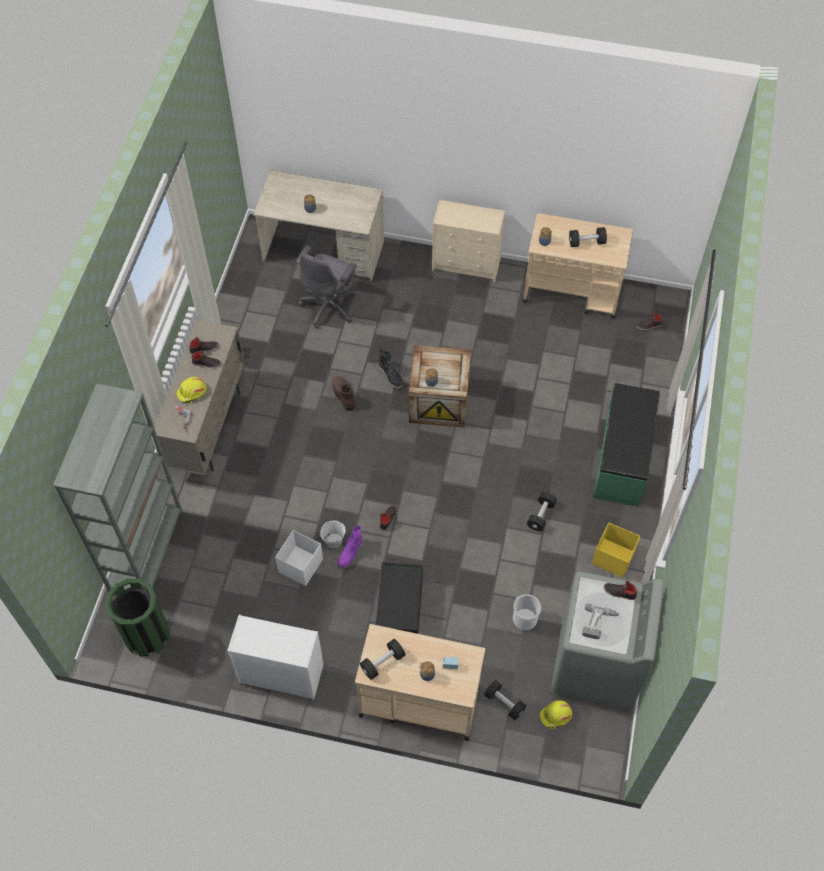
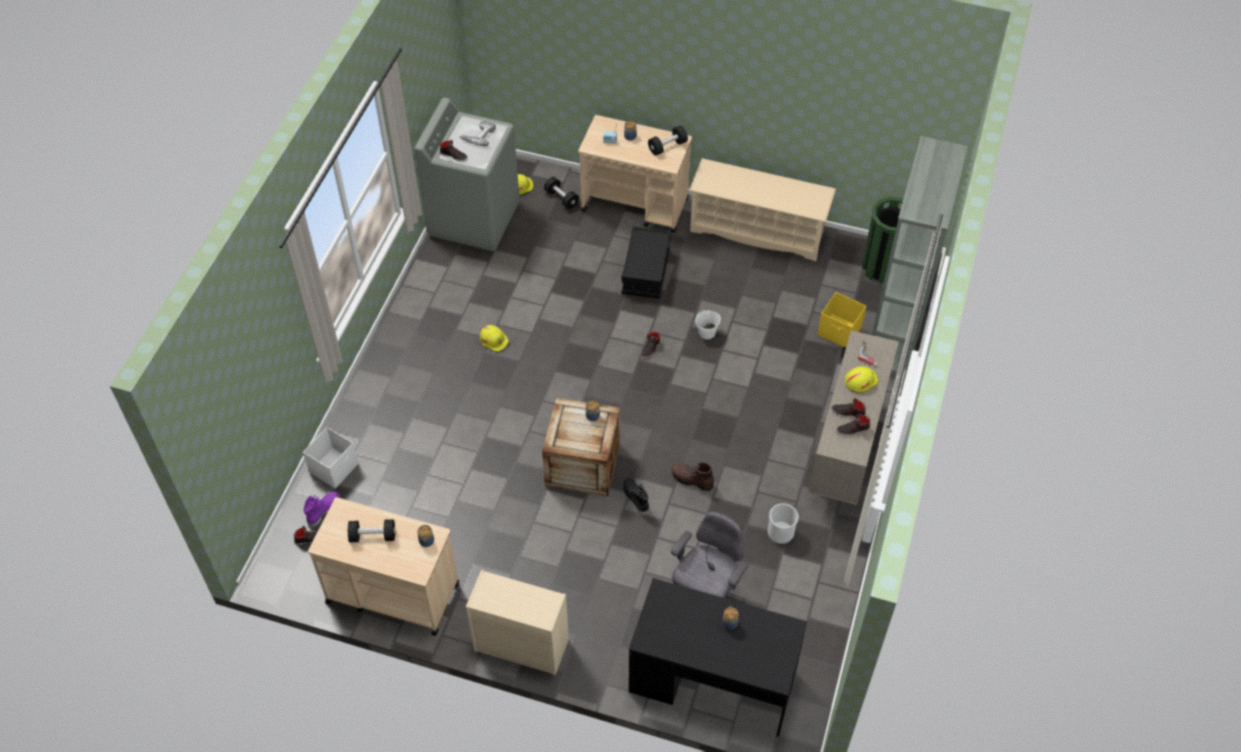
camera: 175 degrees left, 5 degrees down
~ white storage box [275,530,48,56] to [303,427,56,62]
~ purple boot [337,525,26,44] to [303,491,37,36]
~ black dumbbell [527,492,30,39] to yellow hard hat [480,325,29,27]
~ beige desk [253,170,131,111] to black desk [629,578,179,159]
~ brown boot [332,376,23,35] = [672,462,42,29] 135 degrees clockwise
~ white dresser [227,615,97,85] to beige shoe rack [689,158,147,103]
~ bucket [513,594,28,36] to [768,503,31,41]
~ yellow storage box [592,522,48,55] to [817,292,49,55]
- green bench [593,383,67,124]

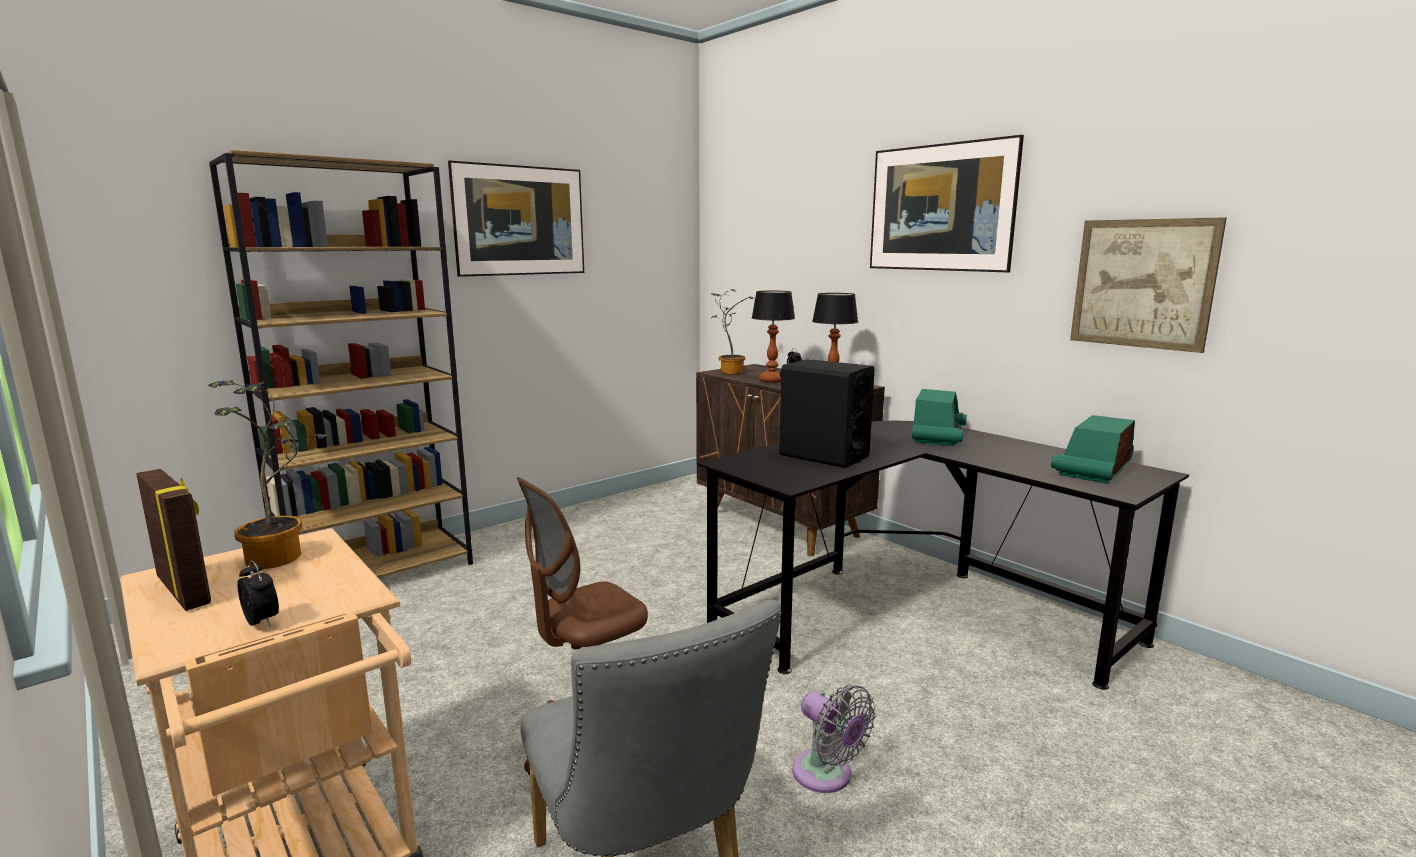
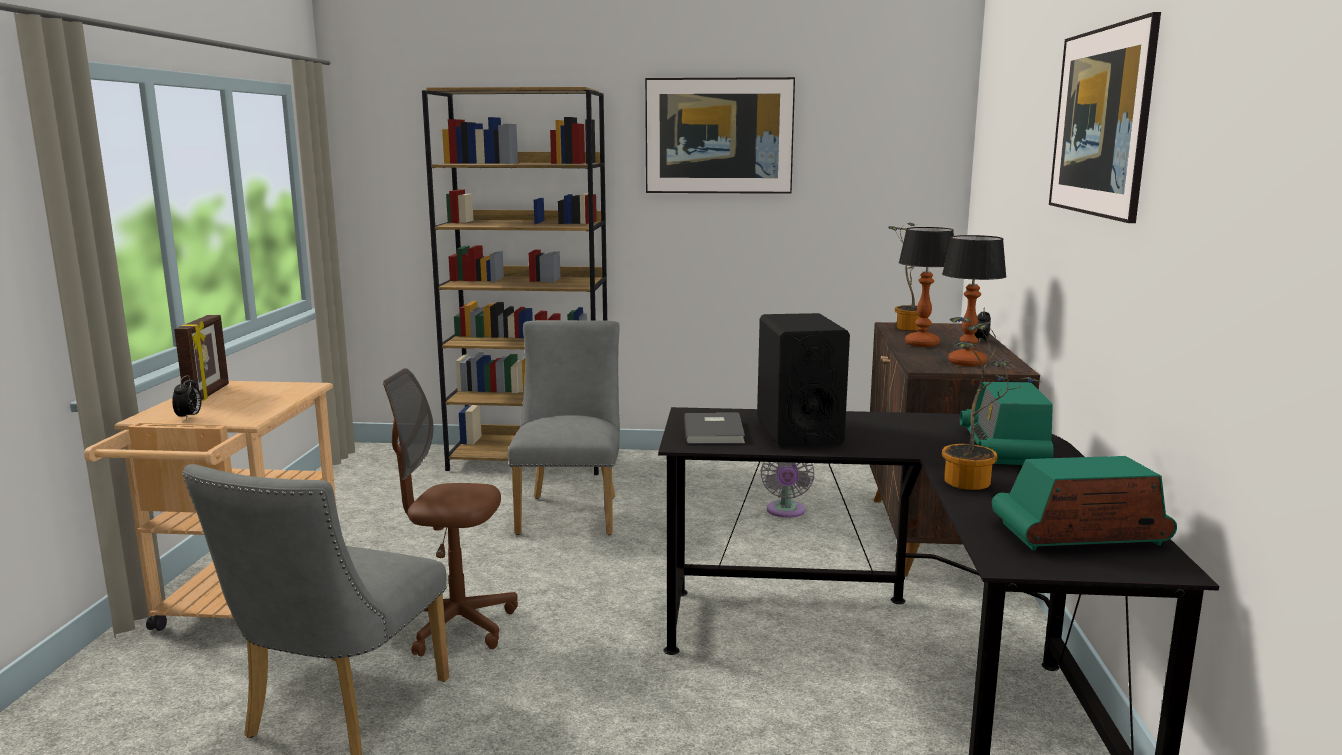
camera: 45 degrees right, 0 degrees up
+ grey chair [508,320,112,215]
+ grey book [684,413,61,31]
~ grey fan [792,685,84,108] to [761,462,53,56]
~ potted plant [208,380,125,189] to [942,317,99,173]
~ radio [912,389,55,57] = [960,382,94,83] 120 degrees clockwise
- picture [1070,217,157,136]

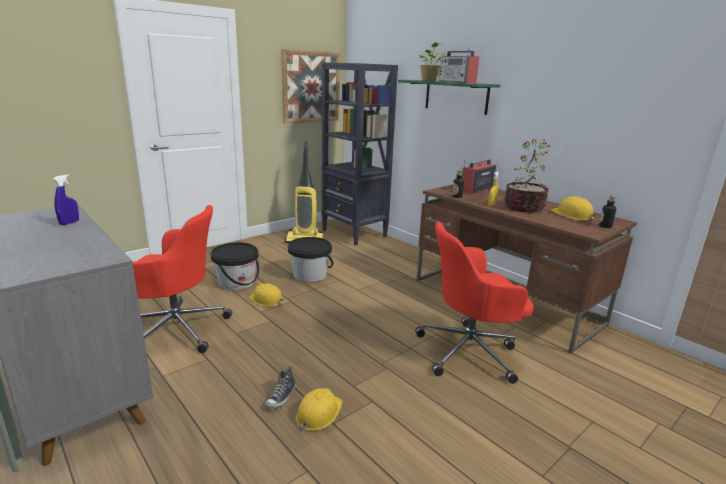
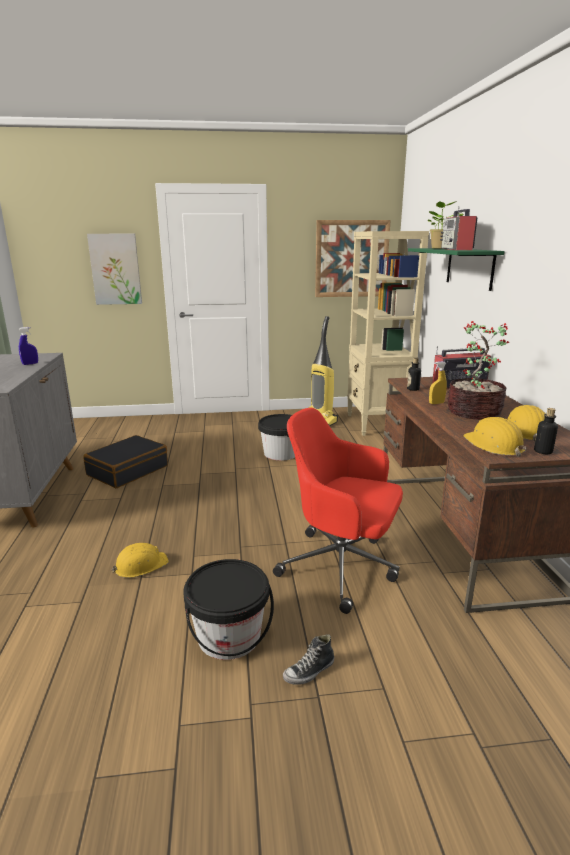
camera: 35 degrees right, 0 degrees up
~ red office chair [132,205,100,148] to black suitcase [83,435,85,53]
+ picture [87,234,55,71]
~ black bucket [211,242,48,48] to [183,559,91,101]
~ shoe [265,366,31,43] to [283,634,51,51]
~ black bookcase [321,62,77,184] to beige bookcase [347,231,82,205]
~ yellow hard hat [248,283,36,24] to [463,417,63,40]

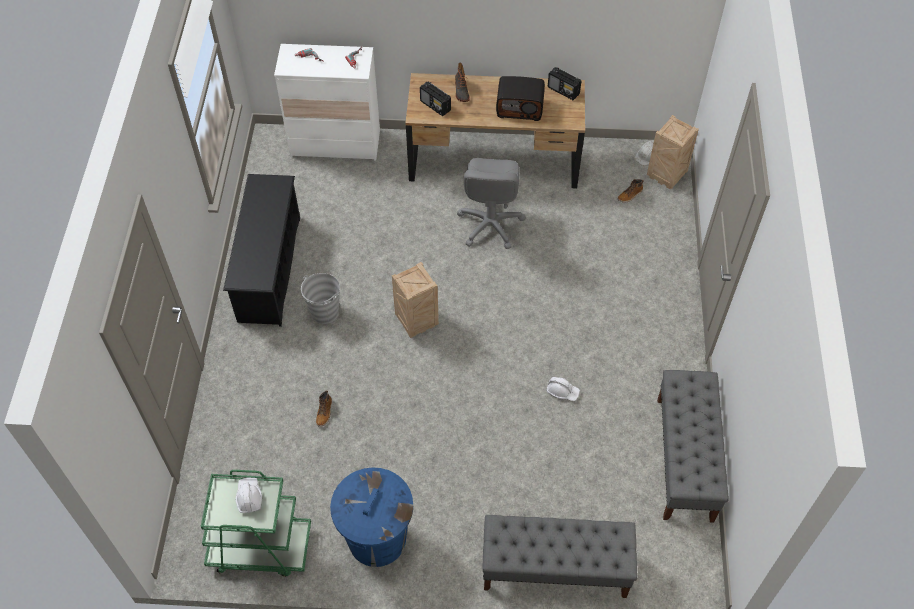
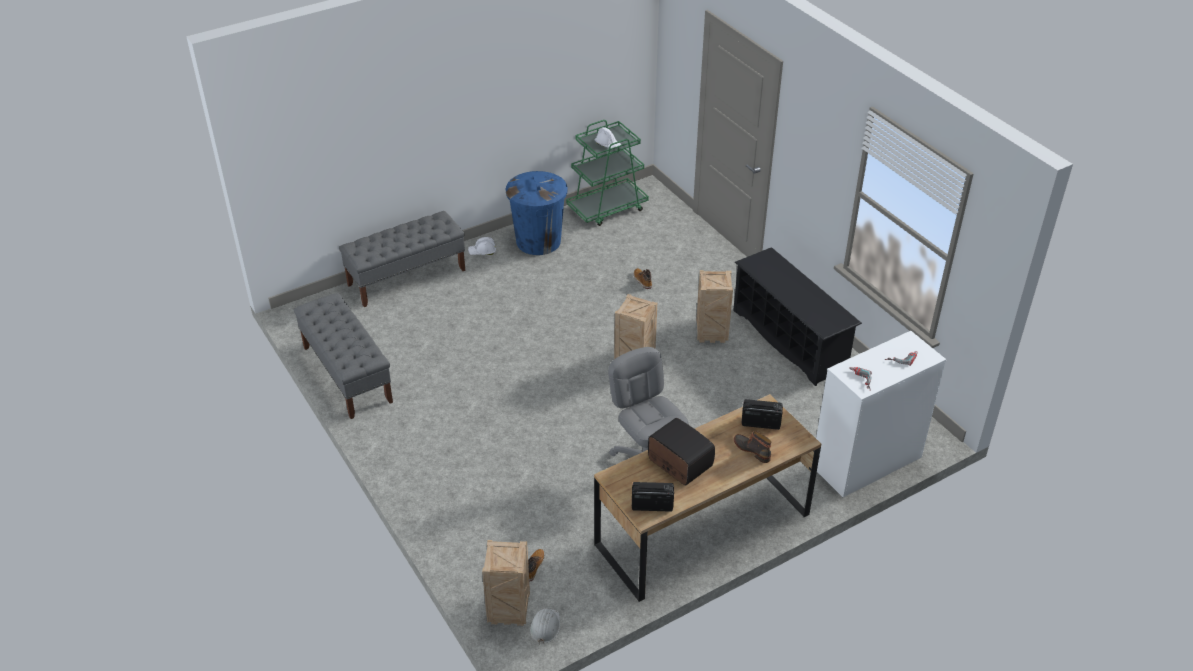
camera: 145 degrees right, 15 degrees down
~ white hard hat [546,377,34,24] to [468,237,28,18]
~ radio [496,76,49,45] = [648,418,67,67] 75 degrees clockwise
~ grey bucket [301,273,39,51] to crate [696,270,37,73]

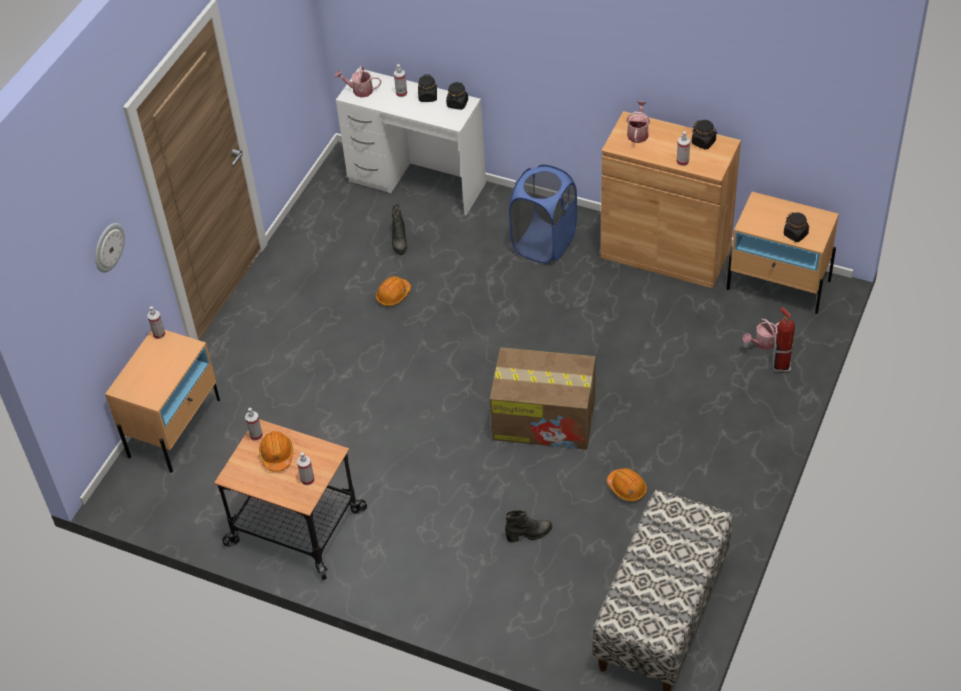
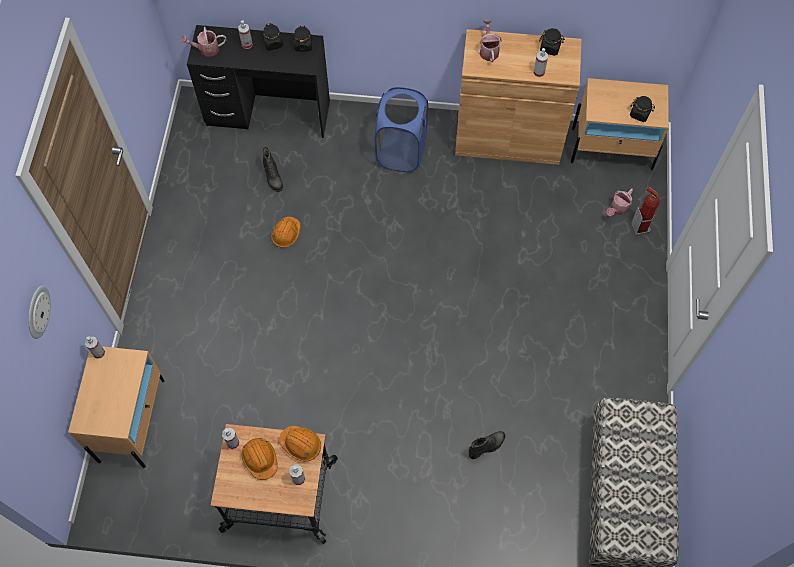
camera: 20 degrees left, 15 degrees up
~ white desk [336,68,150,147] to black desk [187,25,143,113]
~ orange hard hat [607,468,40,34] to [279,426,42,35]
- cardboard box [489,347,107,103]

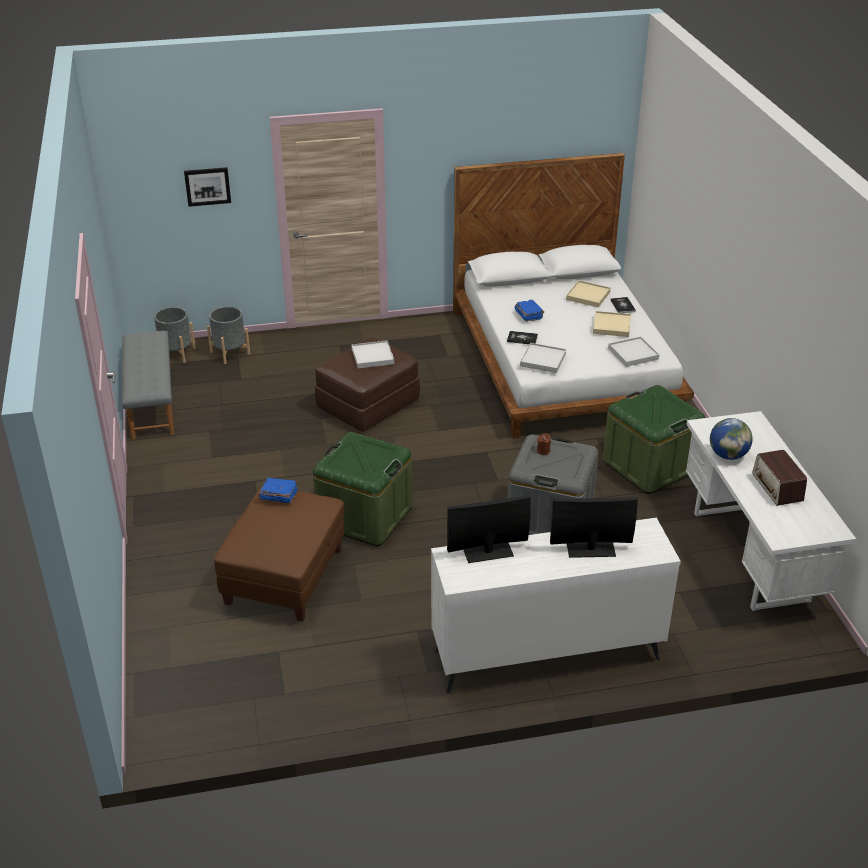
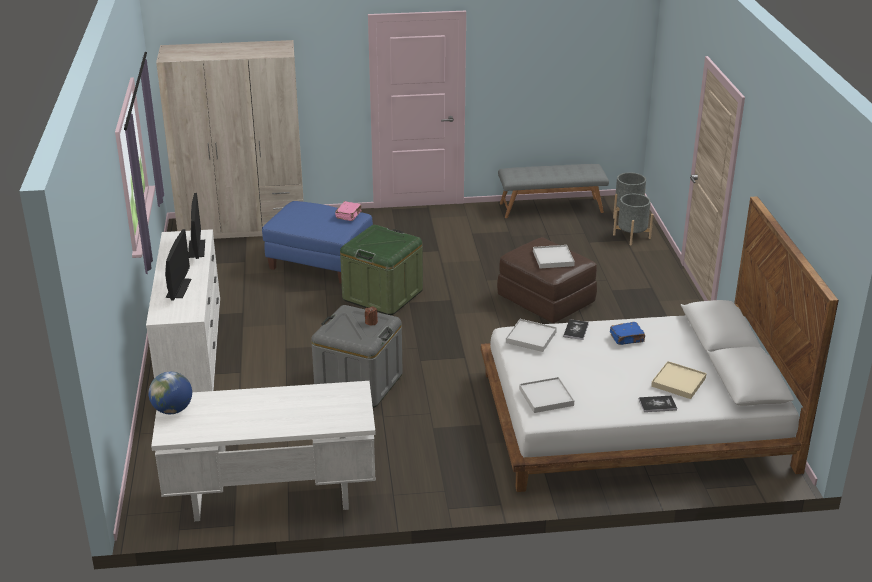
camera: 95 degrees right, 5 degrees down
~ globe [710,418,43,42] to [148,372,44,42]
+ beige wardrobe [156,40,148,199]
~ brown ottoman [214,486,131,136] to blue ottoman [262,201,111,83]
~ blue book [259,477,39,26] to pink book [335,201,27,20]
- picture [184,167,47,40]
- beige tray [593,311,38,26]
- green storage box [603,385,102,109]
- radio [753,450,54,56]

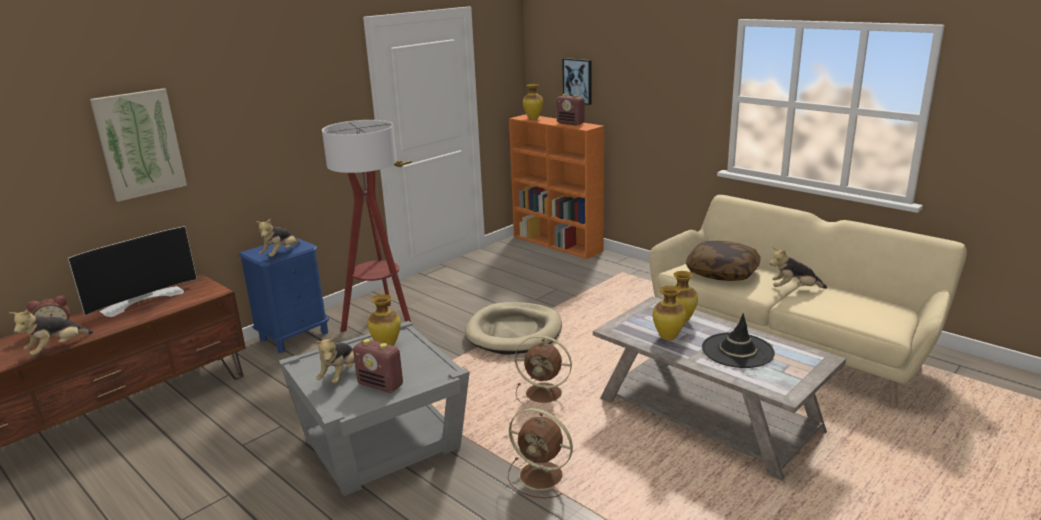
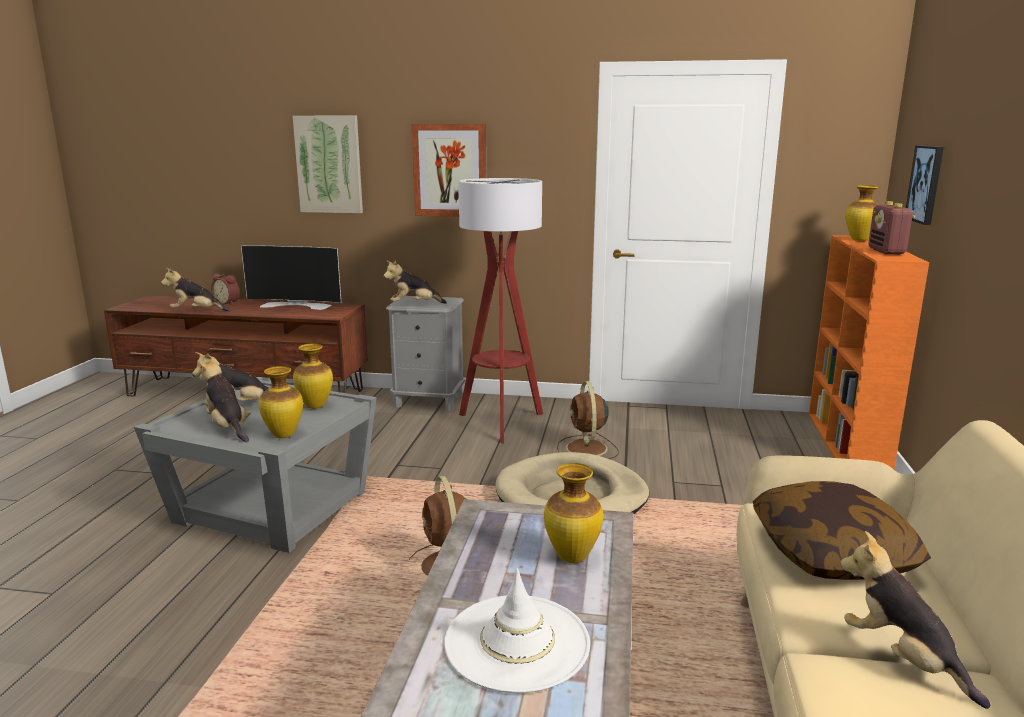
camera: 55 degrees right, 5 degrees down
~ radio [353,339,50,54] to plush toy [199,357,53,85]
~ vase [653,286,33,54] to [259,366,44,72]
~ blue nightstand [238,238,91,115] to grey nightstand [386,296,79,115]
+ picture [412,124,74,93]
~ black hat [702,313,73,55] to white hat [444,568,146,125]
~ brown fan [508,408,65,91] to [557,381,62,78]

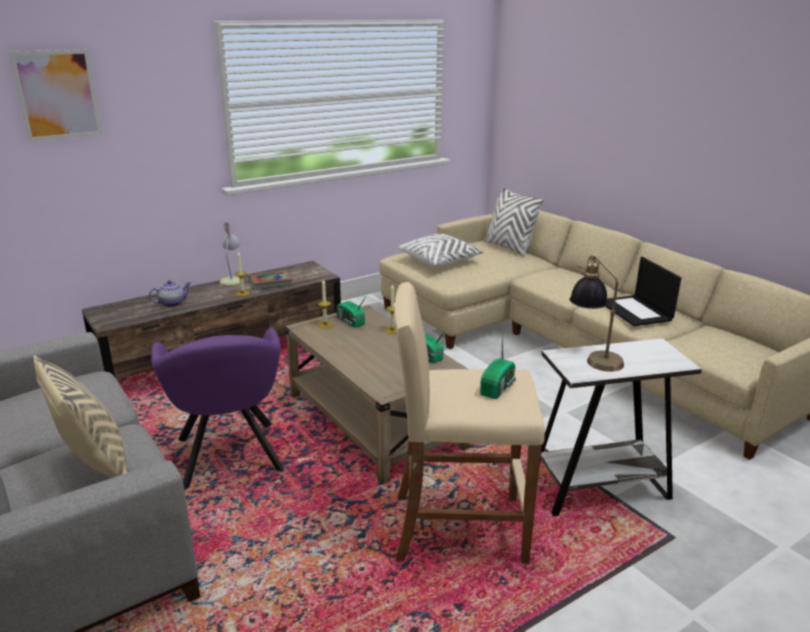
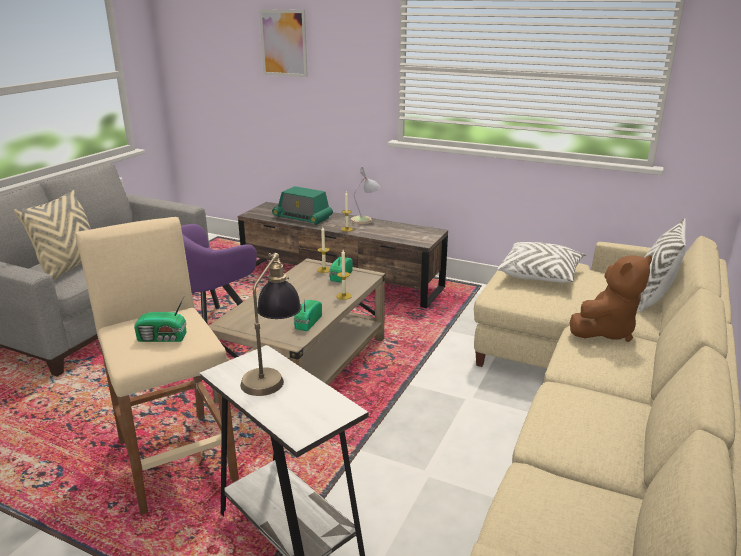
camera: 60 degrees right, 0 degrees up
~ teapot [149,280,42,27] to radio [272,186,61,39]
+ brown plush toy [570,255,82,87]
- book [249,271,44,19]
- laptop [605,257,76,69]

